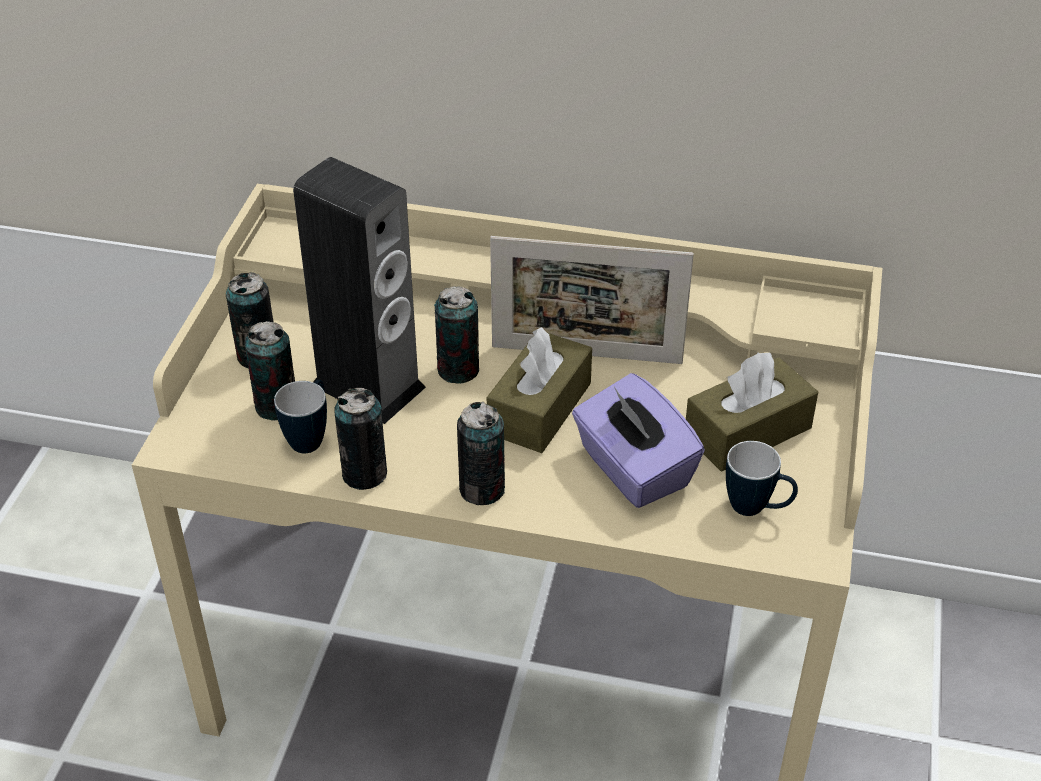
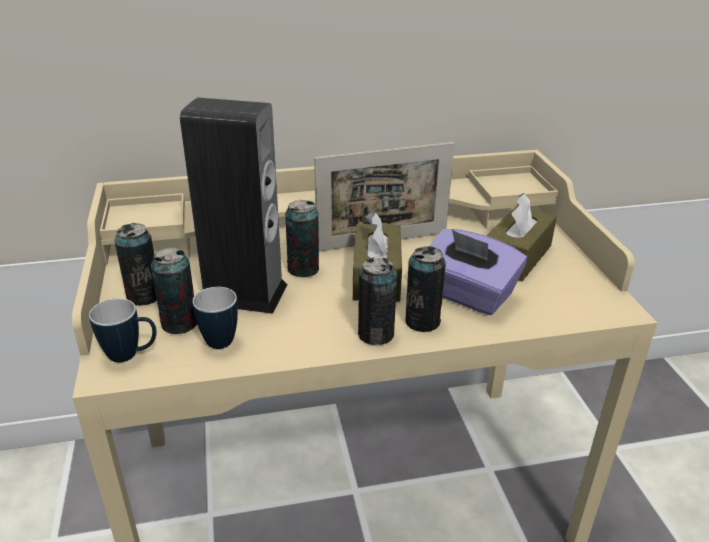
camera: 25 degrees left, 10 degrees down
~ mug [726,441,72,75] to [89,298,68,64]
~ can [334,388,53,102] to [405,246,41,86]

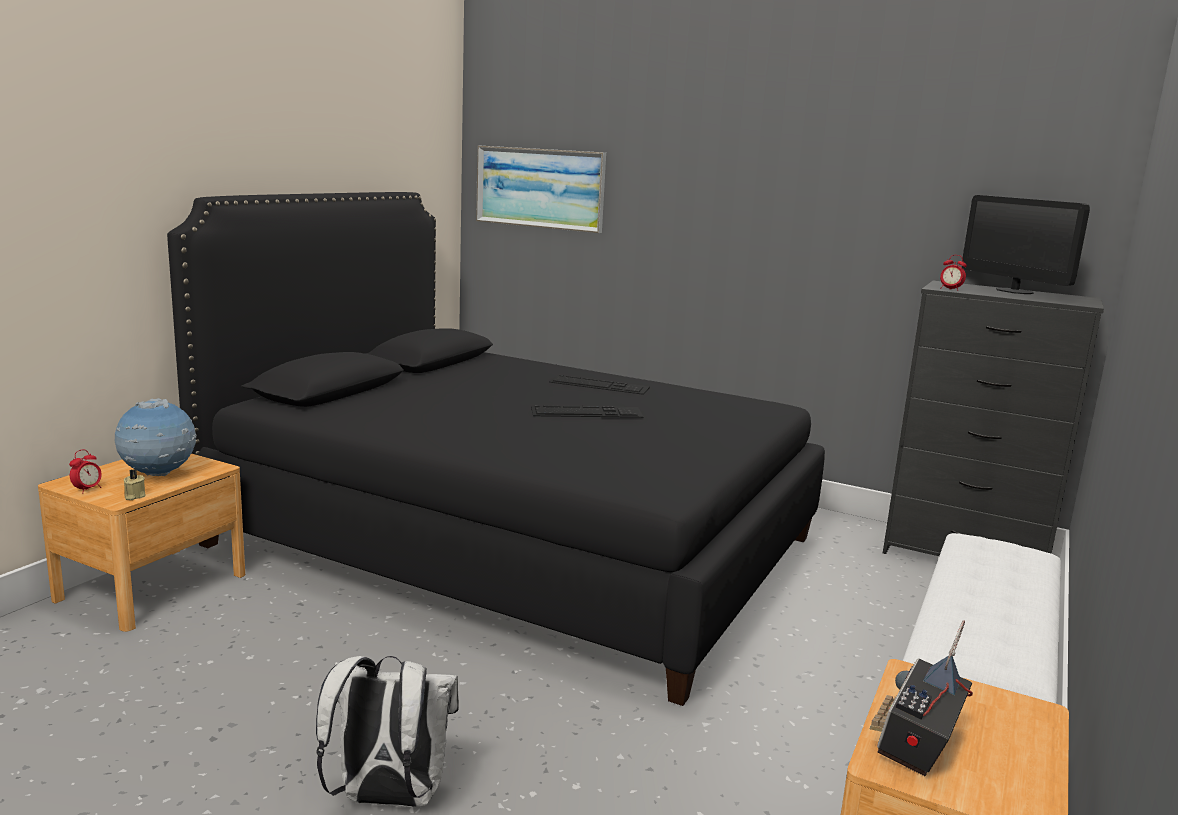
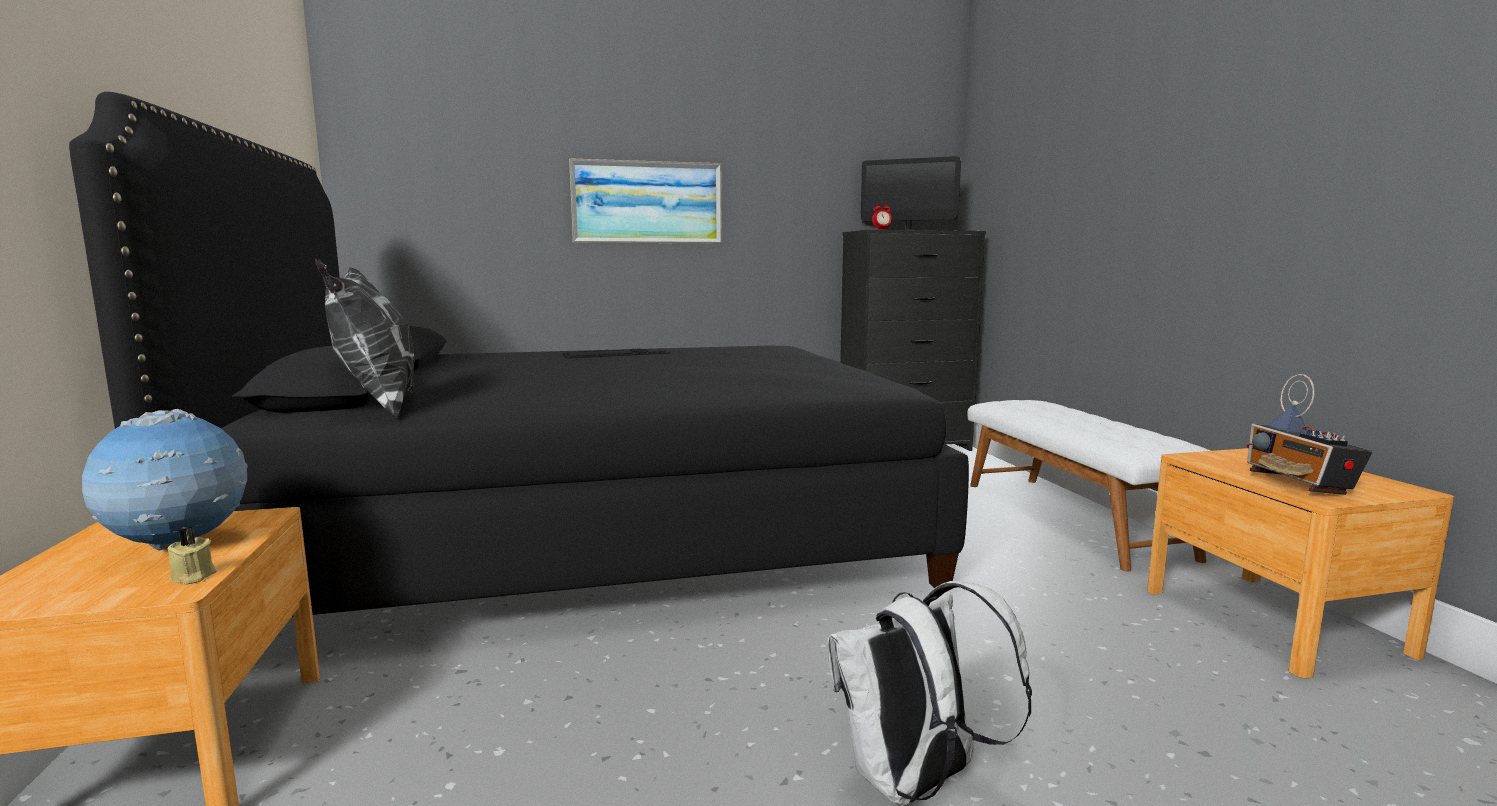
camera: 40 degrees left, 5 degrees down
+ pillow [315,259,100,159]
~ picture [476,145,130,88] to [569,158,153,86]
- alarm clock [69,449,33,44]
- keyboard [531,405,112,13]

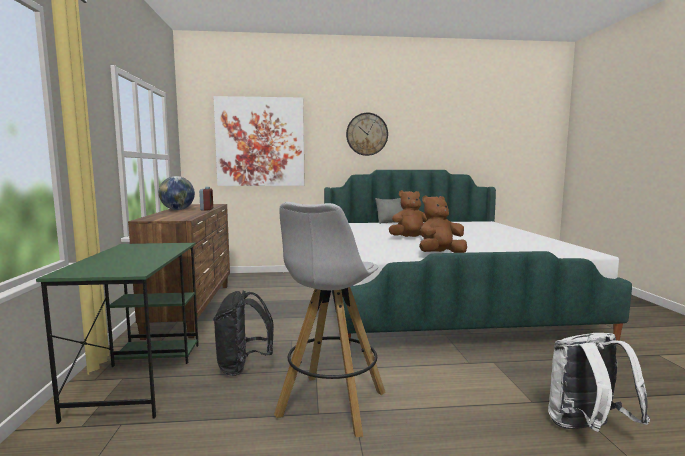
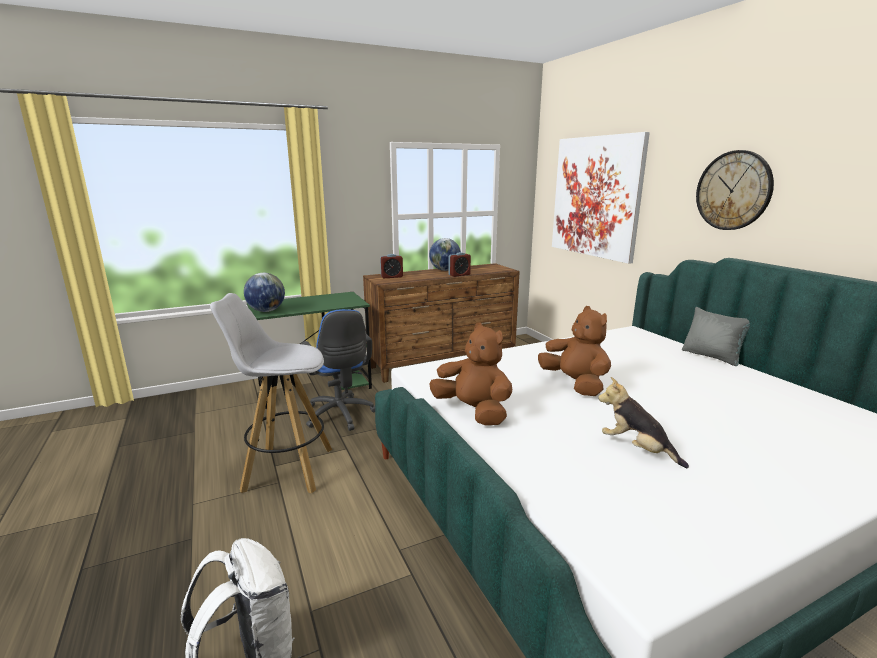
camera: 70 degrees right, 10 degrees up
+ globe [244,273,41,39]
~ black backpack [213,290,61,86] to blue office chair [302,309,73,122]
+ alarm clock [380,254,23,24]
+ plush toy [598,377,91,91]

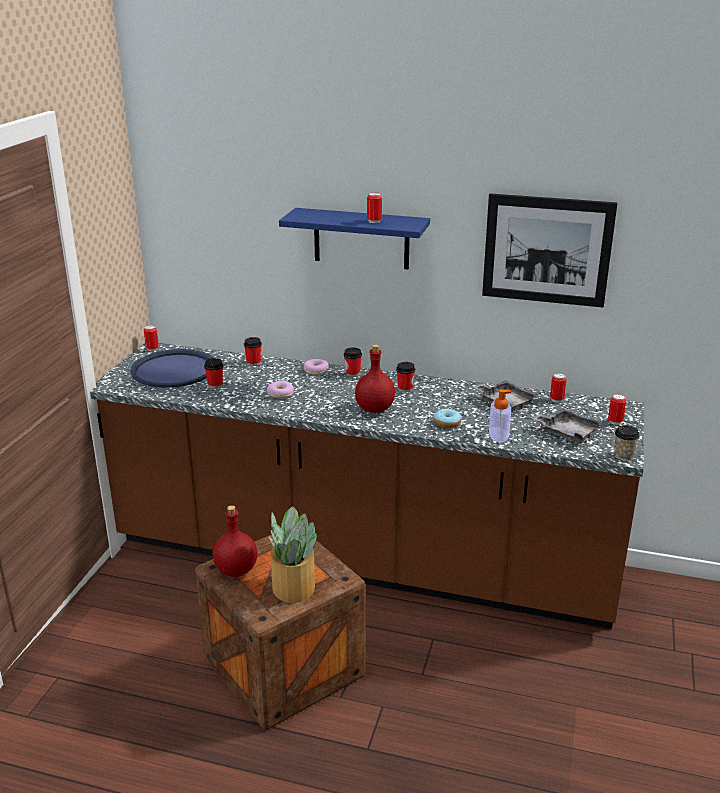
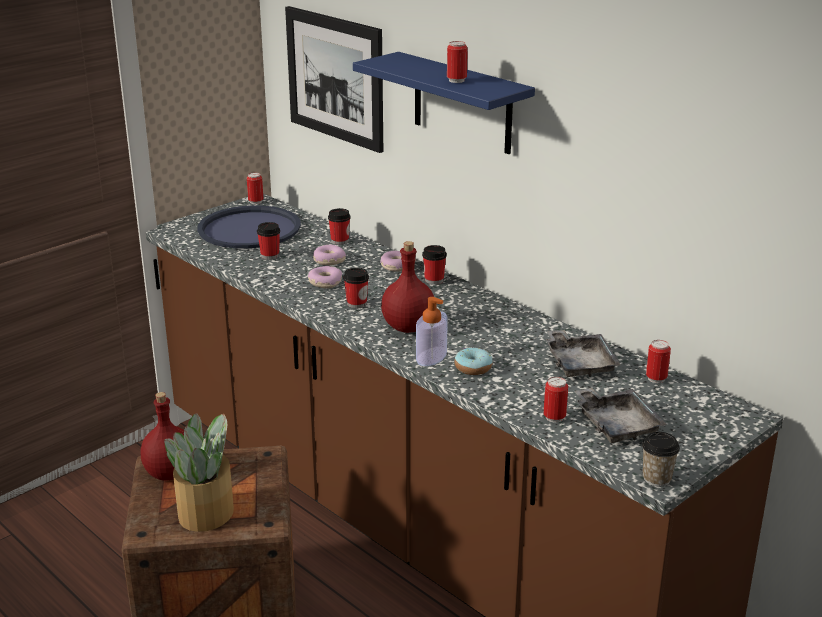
camera: 30 degrees right, 0 degrees up
~ picture [482,193,135,115] to [285,6,98,147]
+ donut [313,245,33,20]
~ cup [396,362,19,31] to [344,267,25,42]
~ soap dispenser [489,389,22,53] to [416,297,32,69]
~ can [608,394,18,31] to [544,377,24,46]

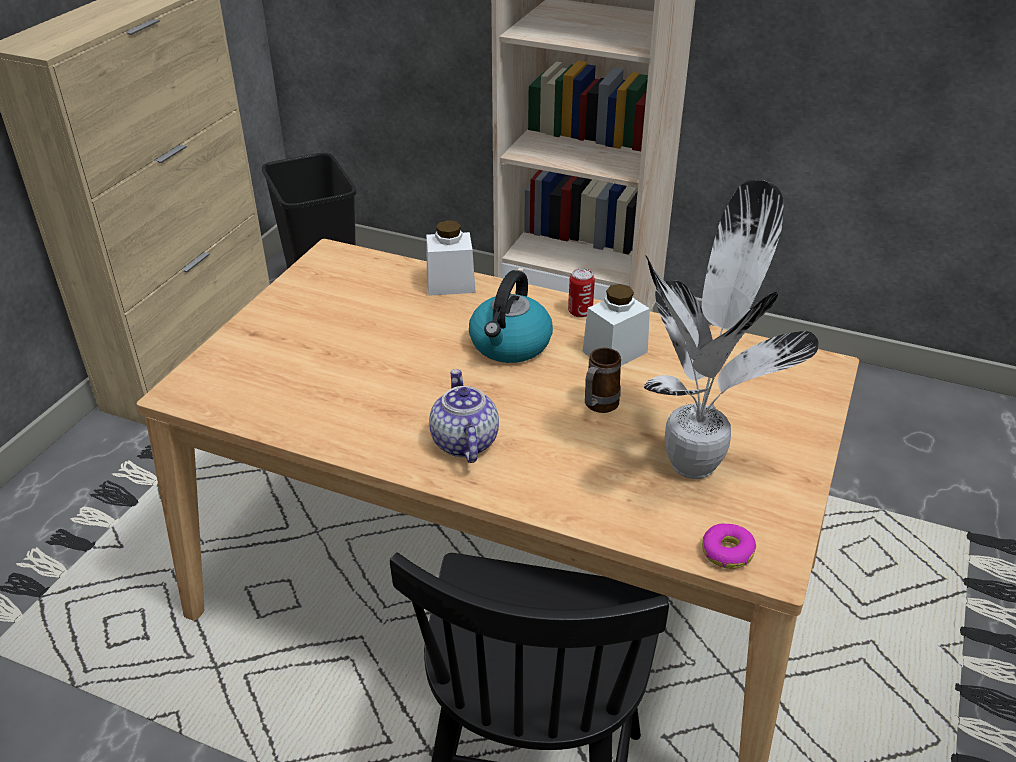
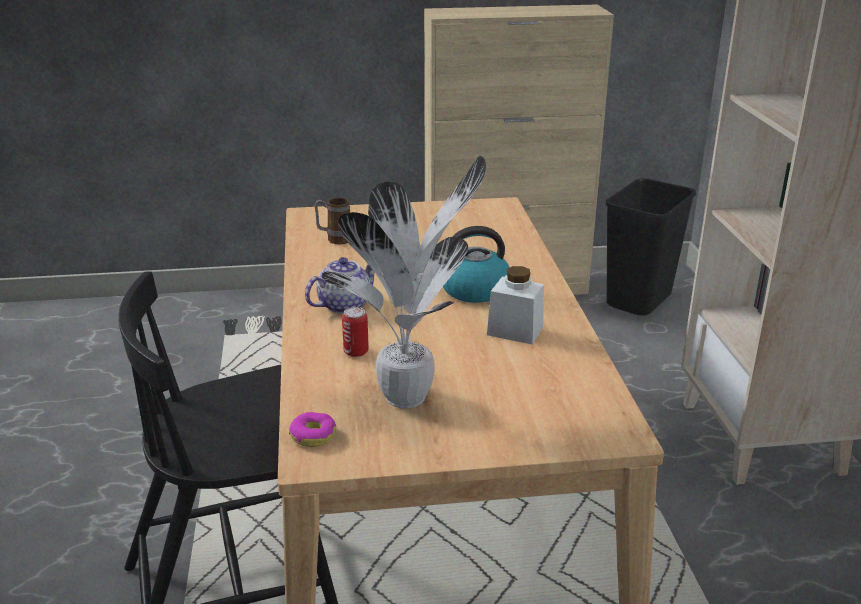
camera: 60 degrees right, 10 degrees down
~ mug [585,347,36,66] to [315,198,35,46]
~ can [568,268,27,50] to [342,307,27,50]
- white jar [426,220,50,76]

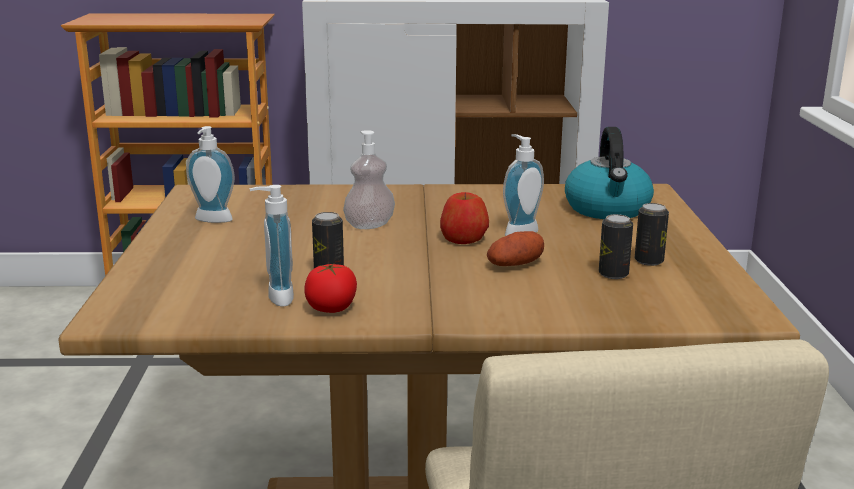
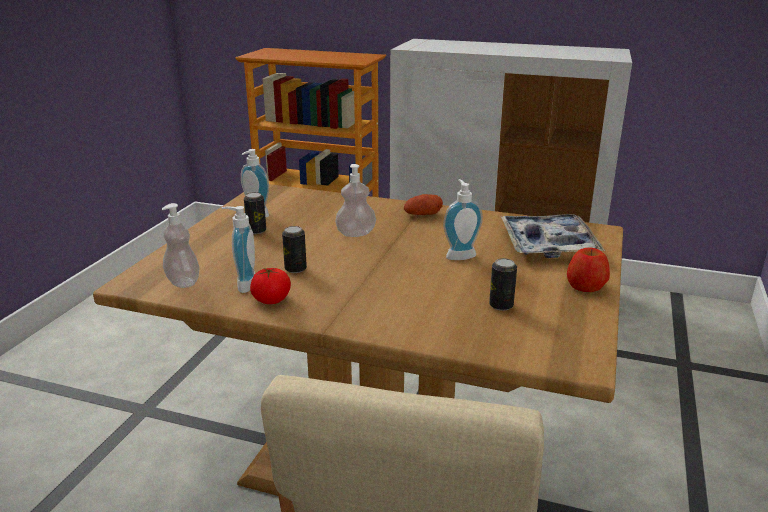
camera: 20 degrees right, 5 degrees up
+ soap dispenser [162,203,38,85]
~ can [635,203,34,63] to [244,192,22,42]
~ potato [487,231,57,35] to [404,194,39,21]
~ kettle [565,127,89,92] to tray [501,214,104,44]
~ apple [440,192,49,52] to [567,247,43,45]

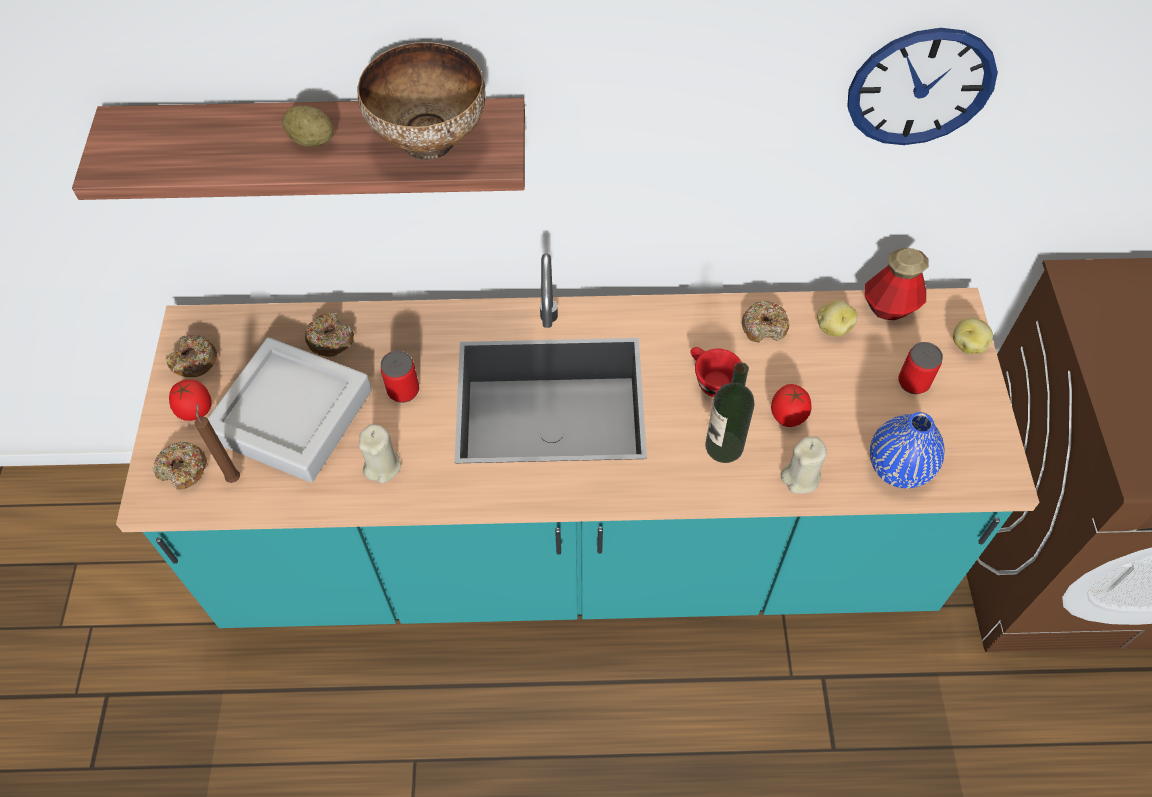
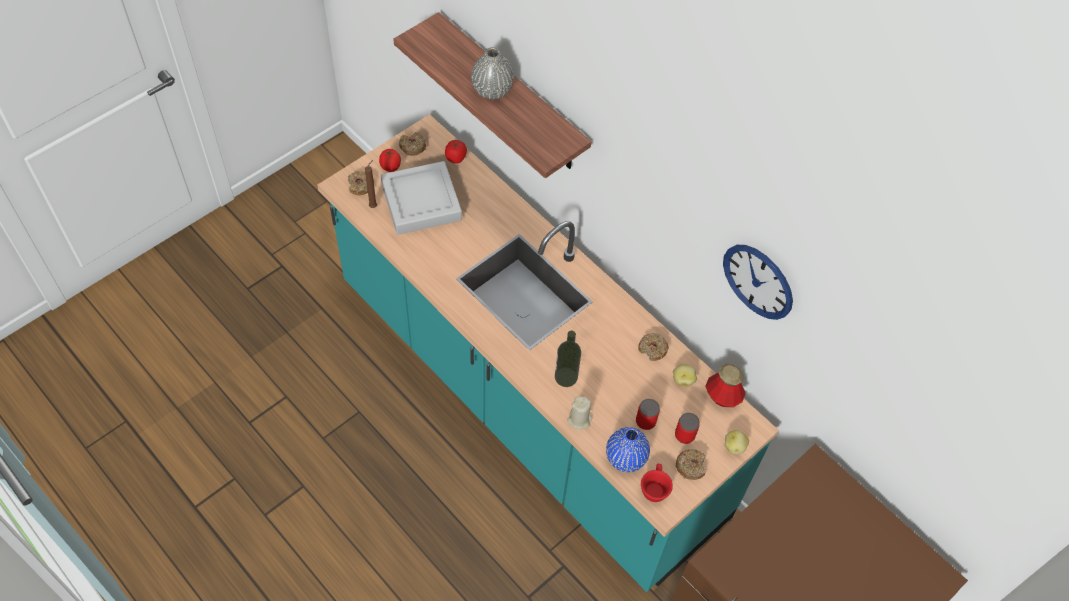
camera: 45 degrees right, 0 degrees up
~ tomato [771,384,40,43] to [445,140,22,24]
~ potato [282,105,52,42] to grey vase [471,47,43,52]
~ can [381,350,38,53] to [636,399,24,31]
~ red cup [690,347,52,50] to [641,464,32,38]
~ donut [305,312,49,45] to [676,449,30,31]
- bowl [357,42,129,118]
- beige candle [359,424,42,59]

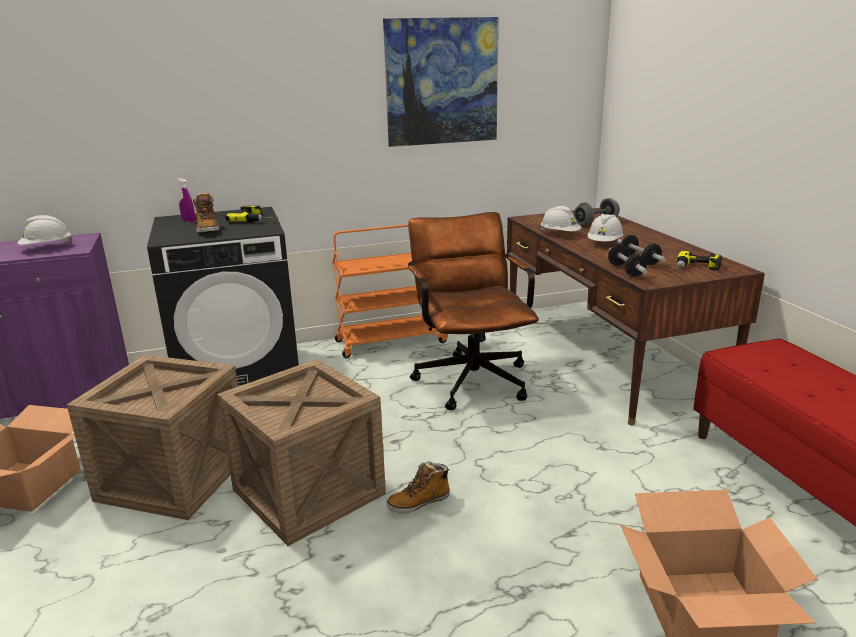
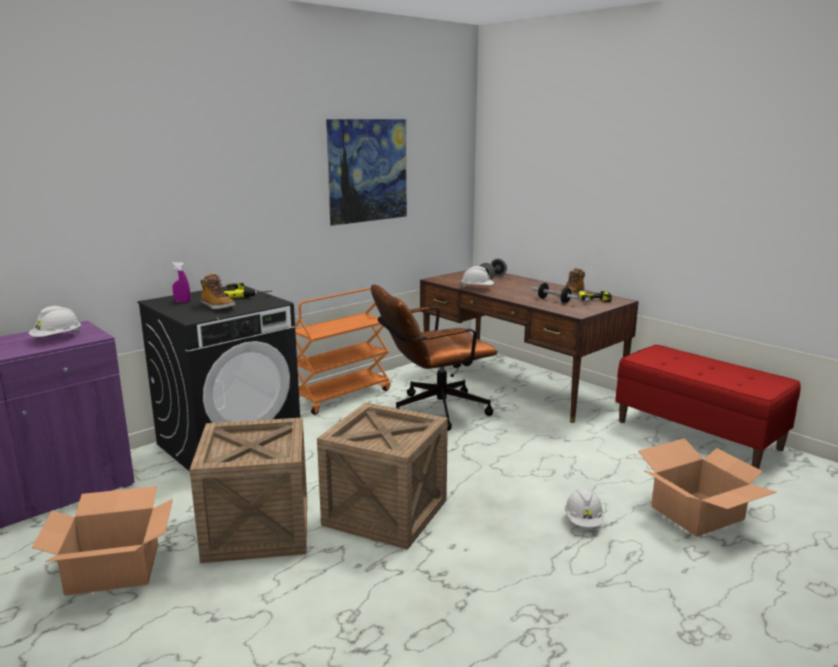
camera: 25 degrees left, 5 degrees down
~ brown office chair [408,212,131,198] = [371,284,127,147] 75 degrees counterclockwise
~ boot [387,461,63,52] to [559,268,26,27]
~ white hard hat [588,214,36,28] to [565,489,39,38]
- dumbbell [608,244,39,33]

